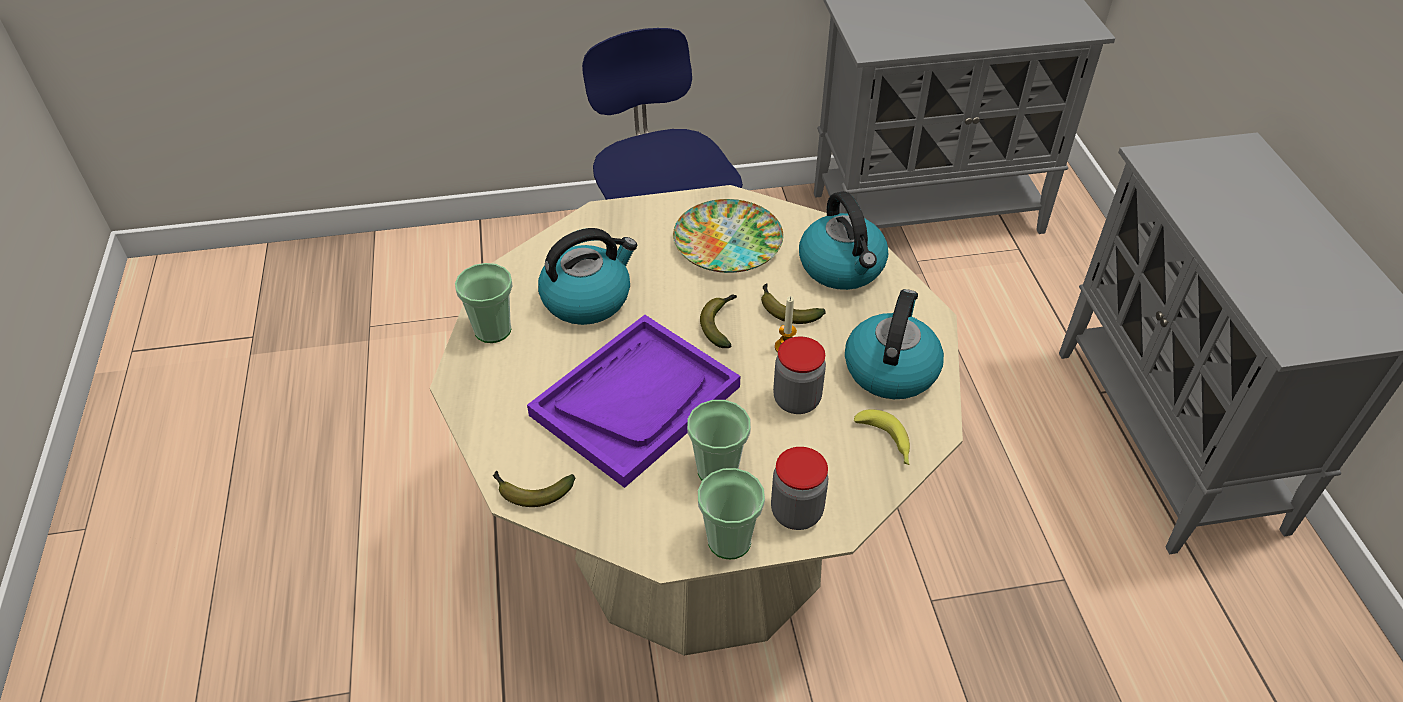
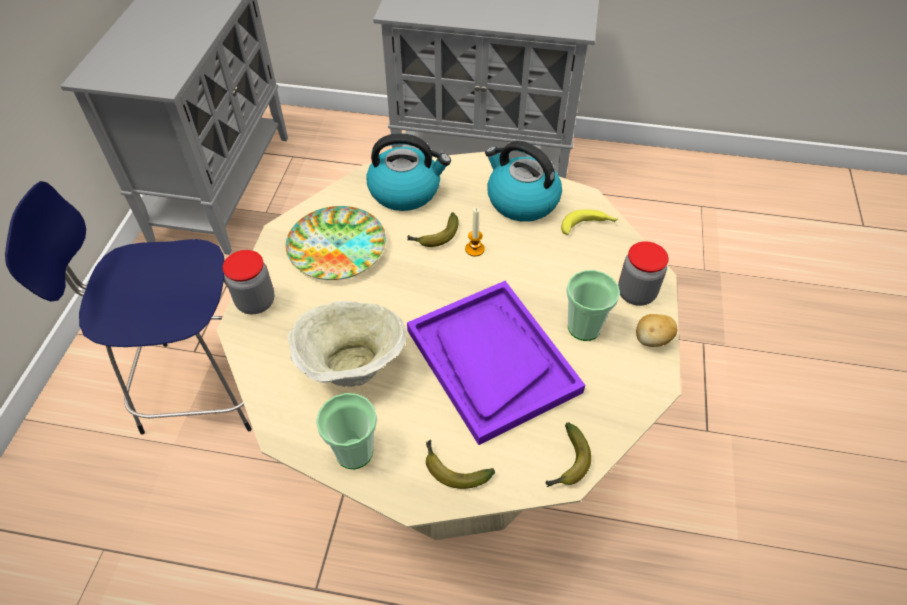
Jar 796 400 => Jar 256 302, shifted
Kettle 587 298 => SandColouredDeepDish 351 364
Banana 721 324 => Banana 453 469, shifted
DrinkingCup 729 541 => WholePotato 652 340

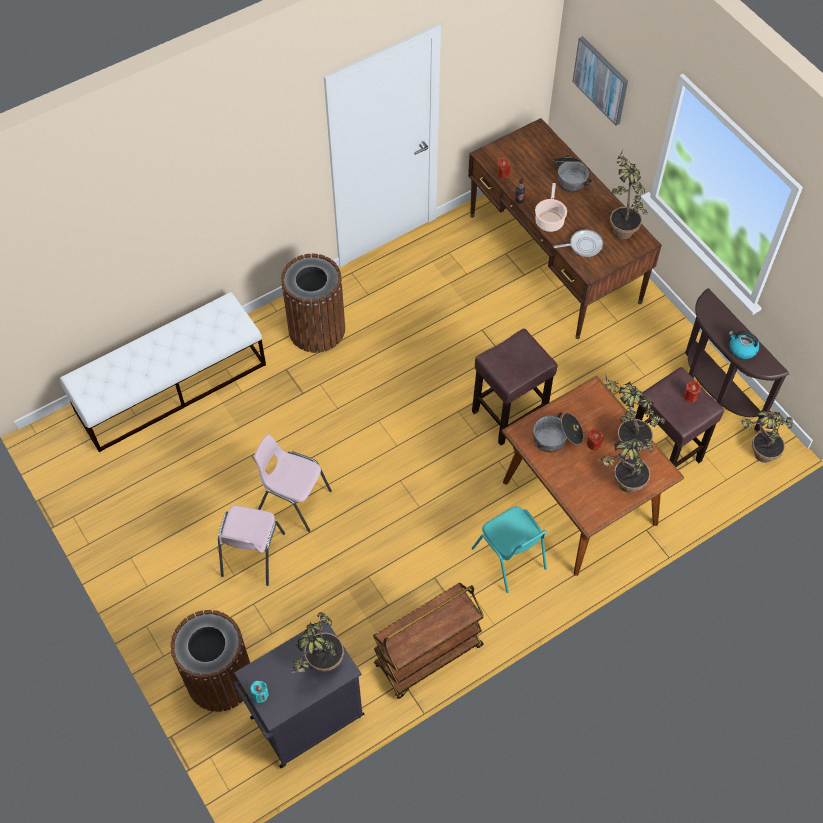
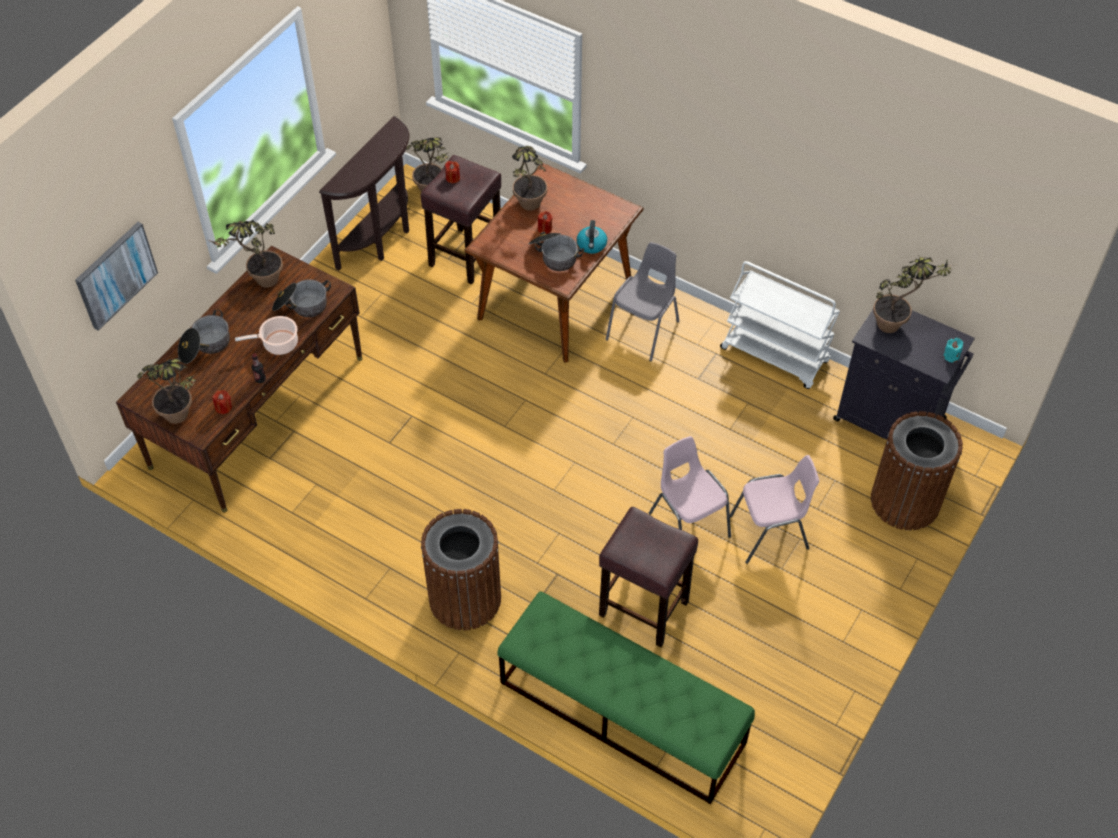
Houseplant 621 487 => Houseplant 182 419, shifted
FryingPan 583 245 => Stockpot 301 305
WhitishBench 171 387 => GreenBench 621 712
Kettle 742 349 => Kettle 592 245, shifted
BrownSittingStool 510 413 => BrownSittingStool 642 608, shifted
BlueGreenUprightChair 509 559 => GrayUprightChair 644 330
PinkUprightChair 294 500 => PinkUprightChair 688 524, 150 degrees clockwise
BrownWheeledCart 428 656 => WhitishWheeledCart 775 355

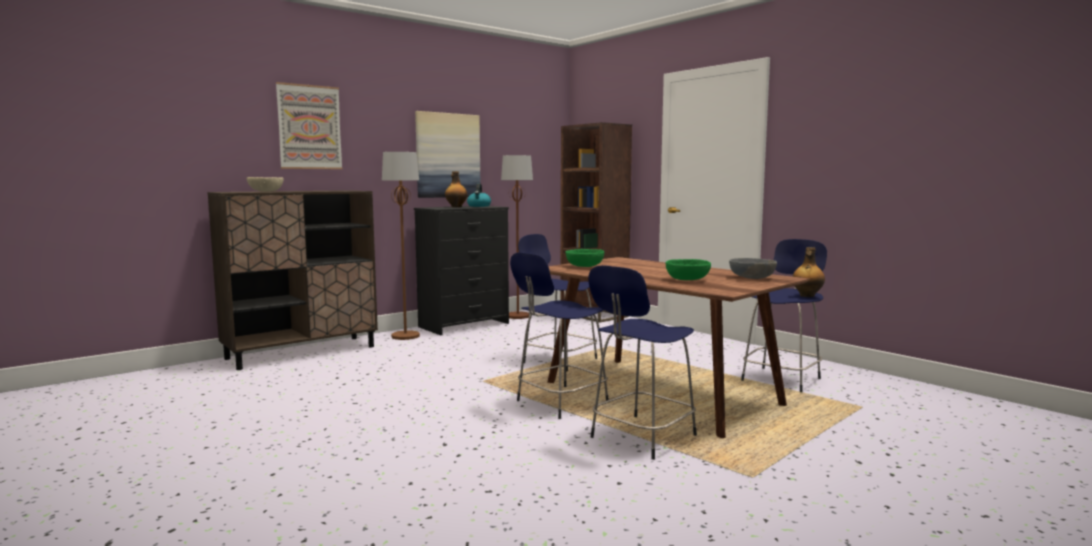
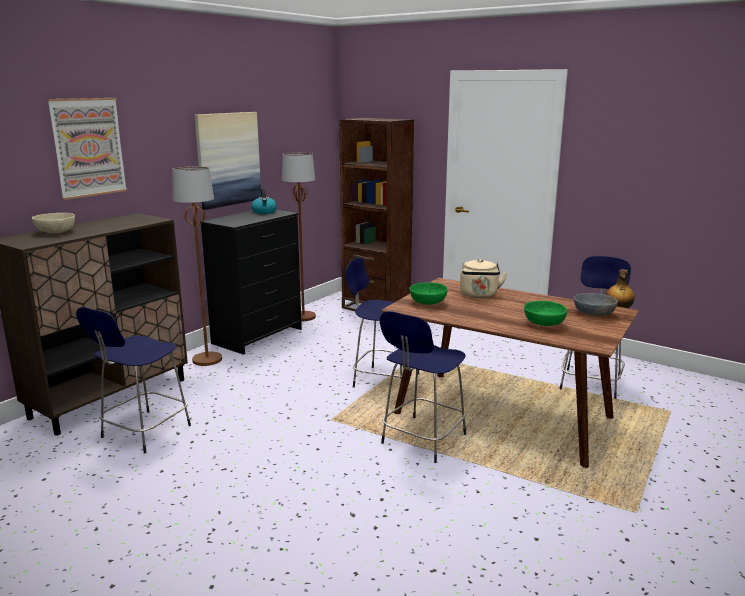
BlueSittingStool 641 438 => BlueSittingStool 144 433, shifted
nothing => SandColouredKettle 479 295
BeverageBottle 456 207 => nothing

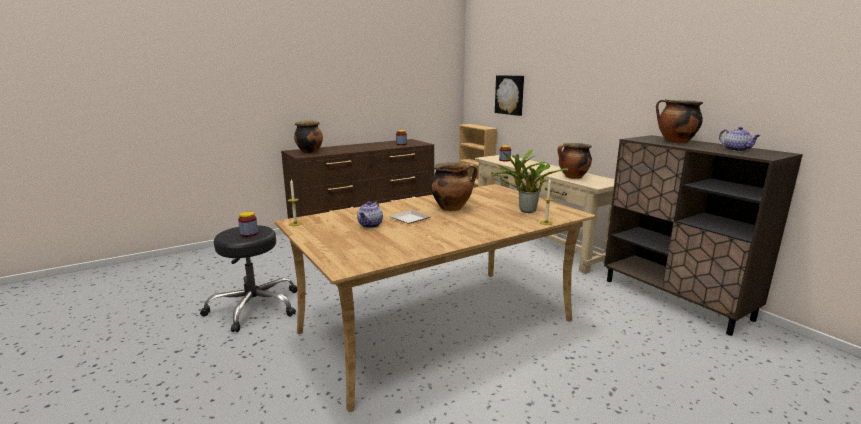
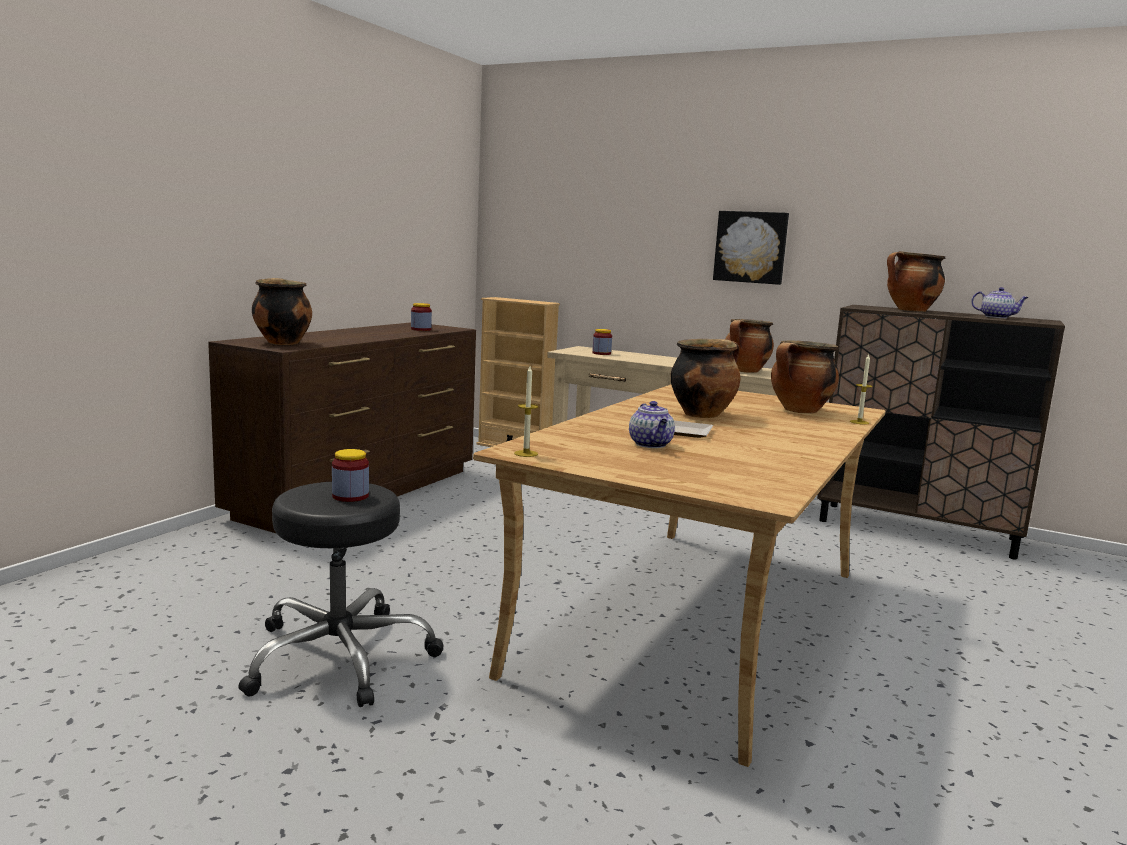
Picture 510 95 => Picture 751 247, shifted
Houseplant 525 211 => Stockpot 799 411

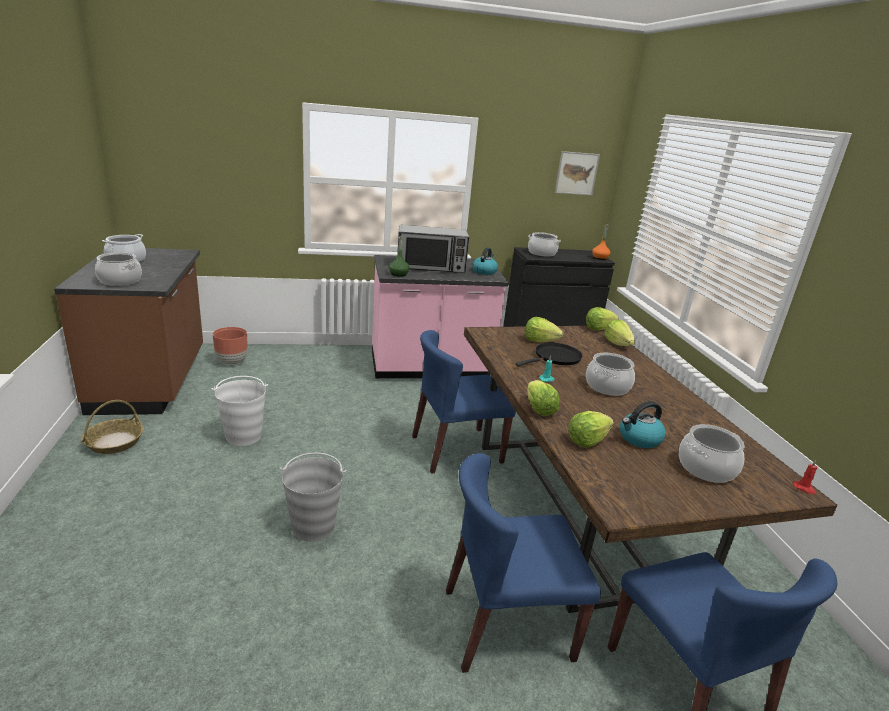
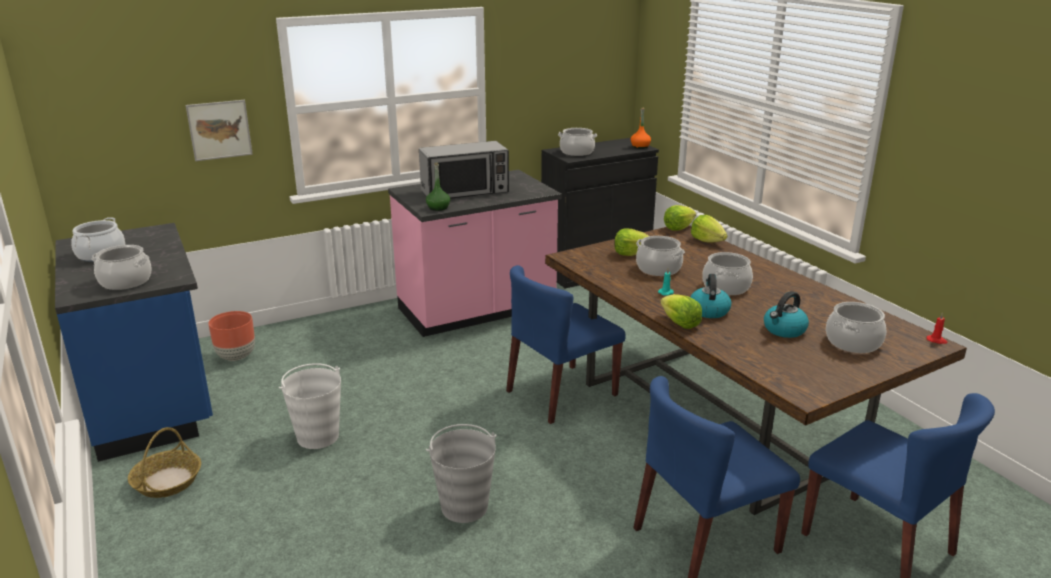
BrownCounter 152 381 => BlueCounter 153 402
Picture 576 173 => Picture 219 130, shifted
BlackColouredFryingPan 555 358 => Stockpot 659 269
Kettle 484 271 => Kettle 708 310, shifted
Lettuce 587 441 => nothing

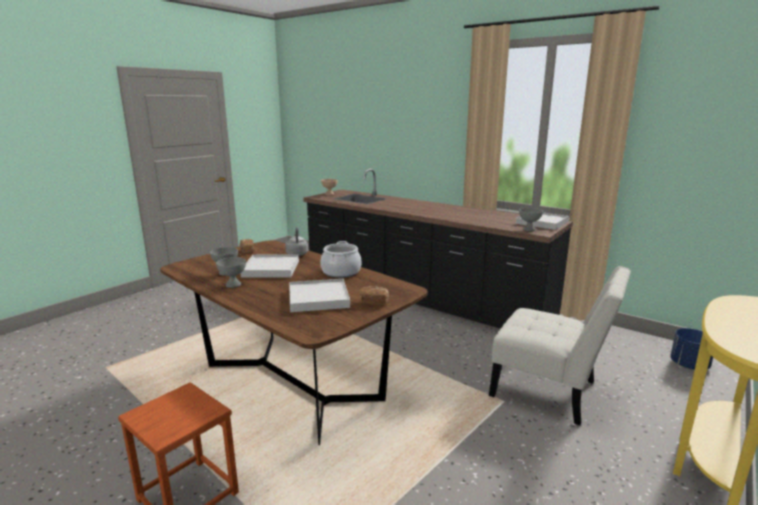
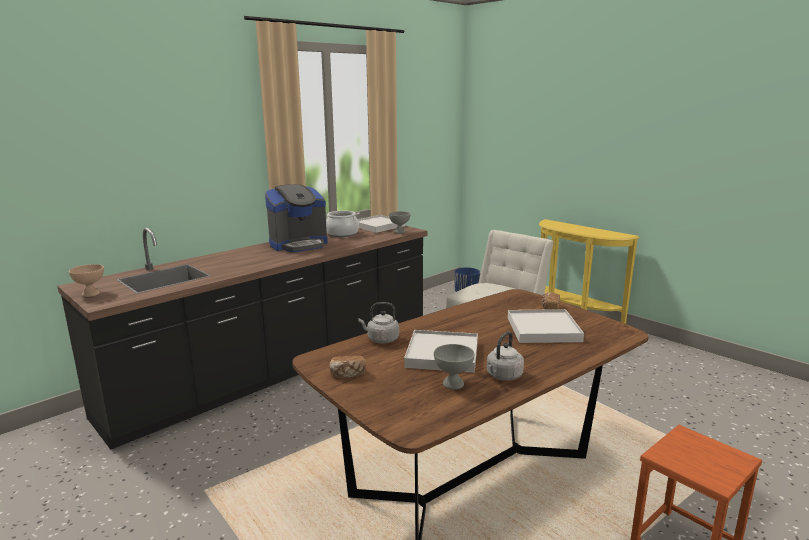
nothing => CoffeeBrewer 299 244
Stockpot 341 272 => Stockpot 342 234, shifted
GrayDeepDish 232 285 => GrayKettle 503 376

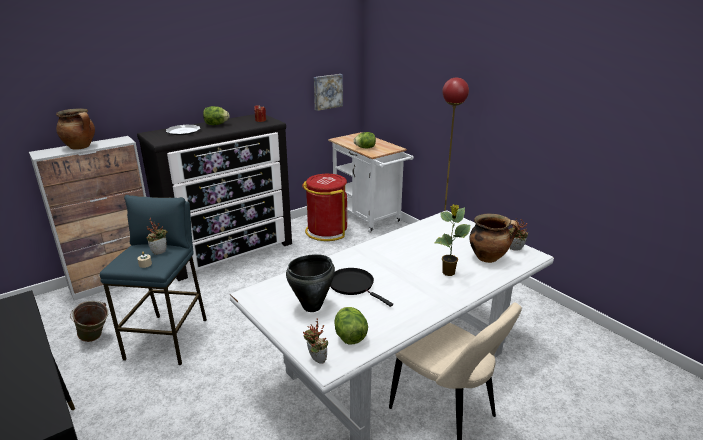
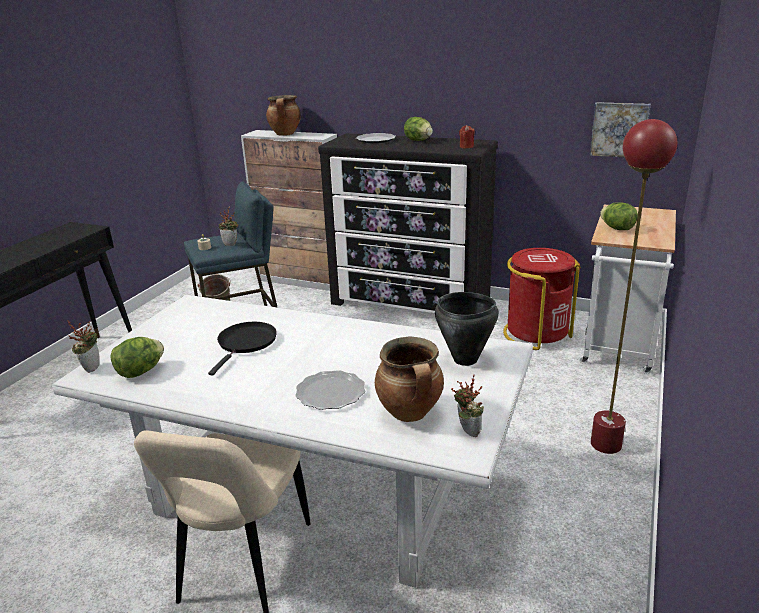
Houseplant 448 273 => FlatDish 331 393
BlackColouredStockpot 312 307 => BlackColouredStockpot 465 360, shifted

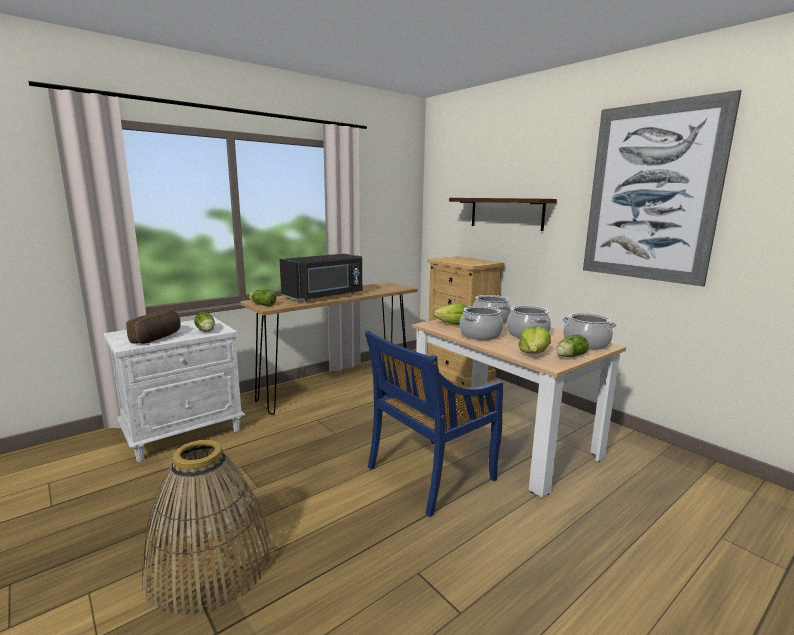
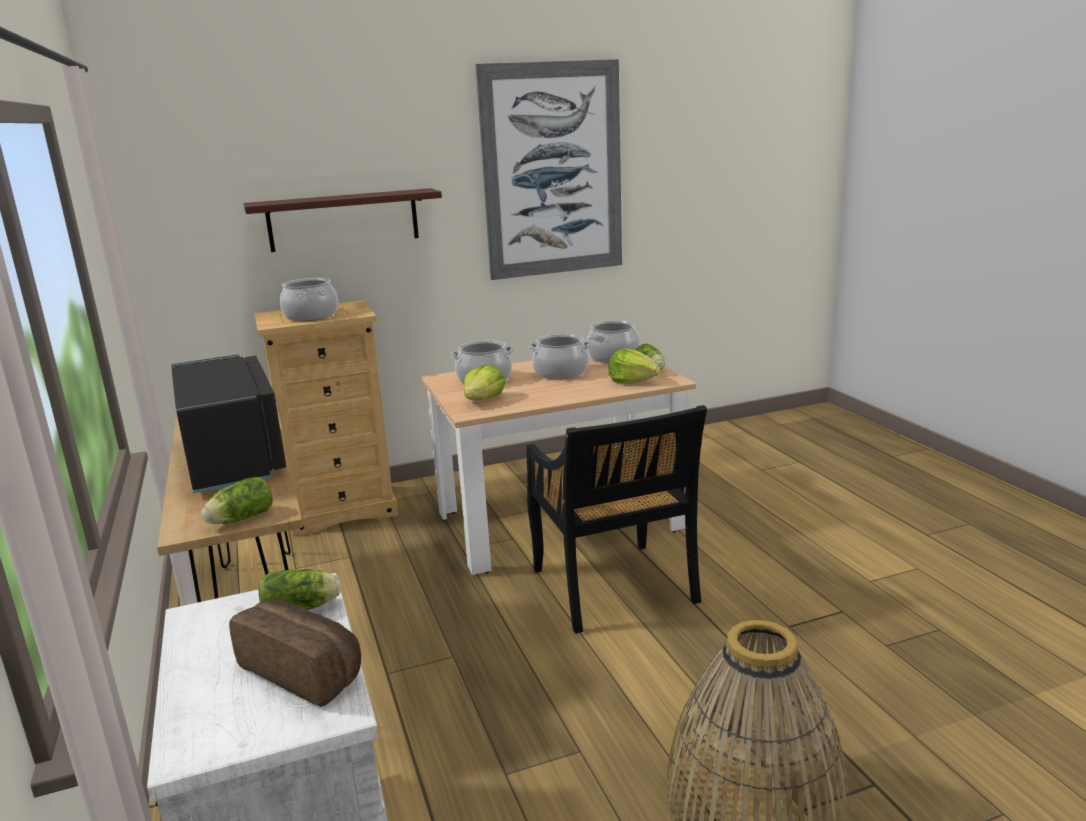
Stockpot 480 335 => Stockpot 311 316, shifted
BlueUprightChair 429 475 => BlackColouredUprightChair 614 588

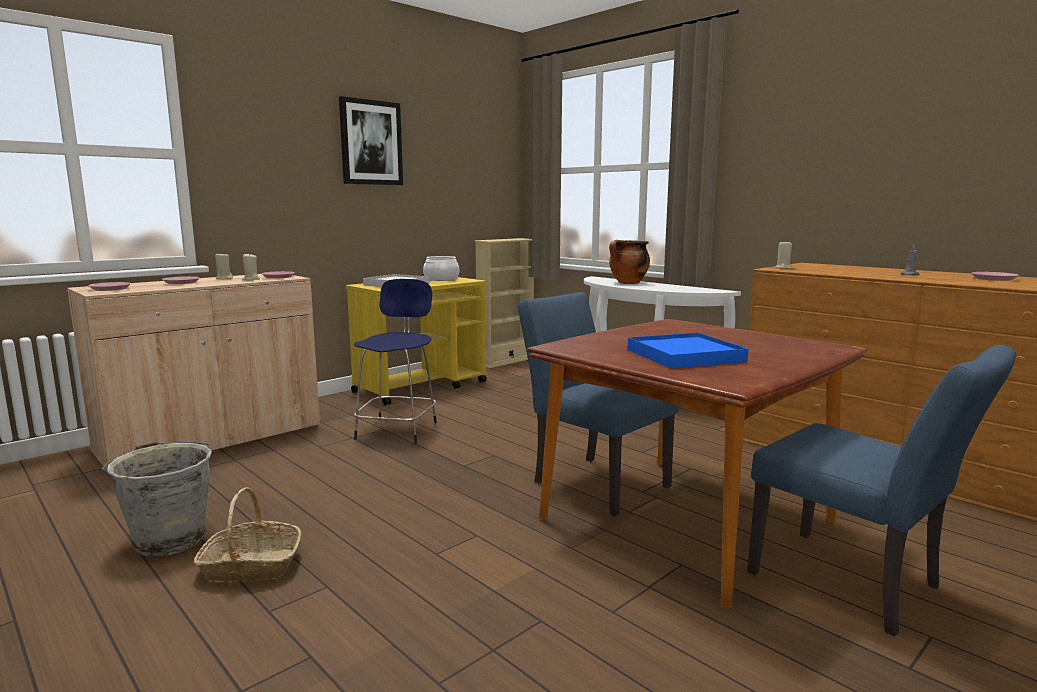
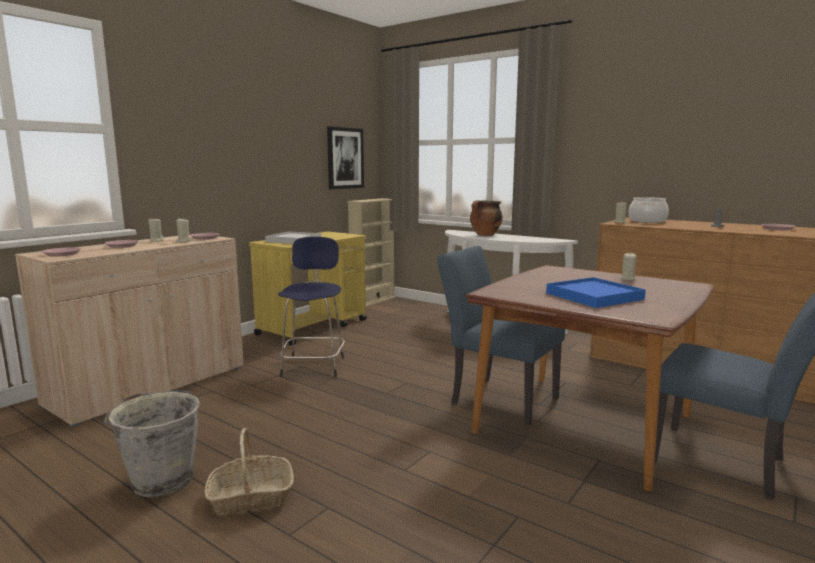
Picture 371 143 => Picture 345 158, shifted
nothing => SandColouredWaxLight 627 279
Stockpot 441 279 => Stockpot 647 221, shifted

